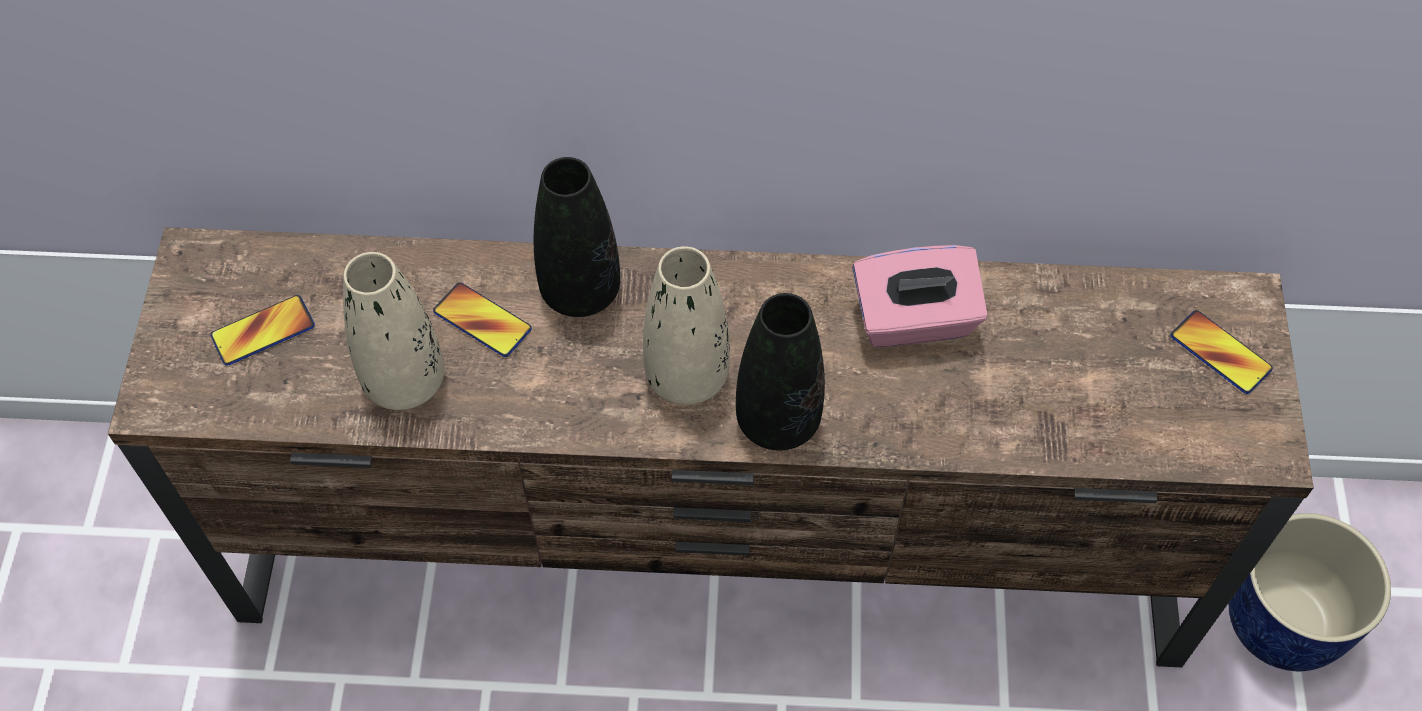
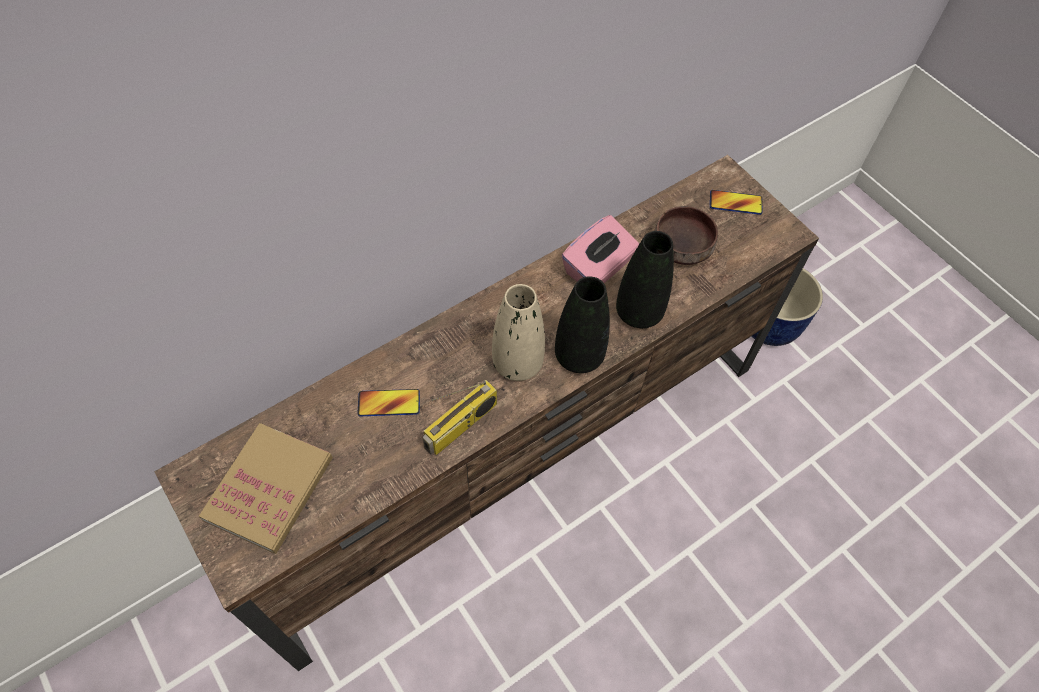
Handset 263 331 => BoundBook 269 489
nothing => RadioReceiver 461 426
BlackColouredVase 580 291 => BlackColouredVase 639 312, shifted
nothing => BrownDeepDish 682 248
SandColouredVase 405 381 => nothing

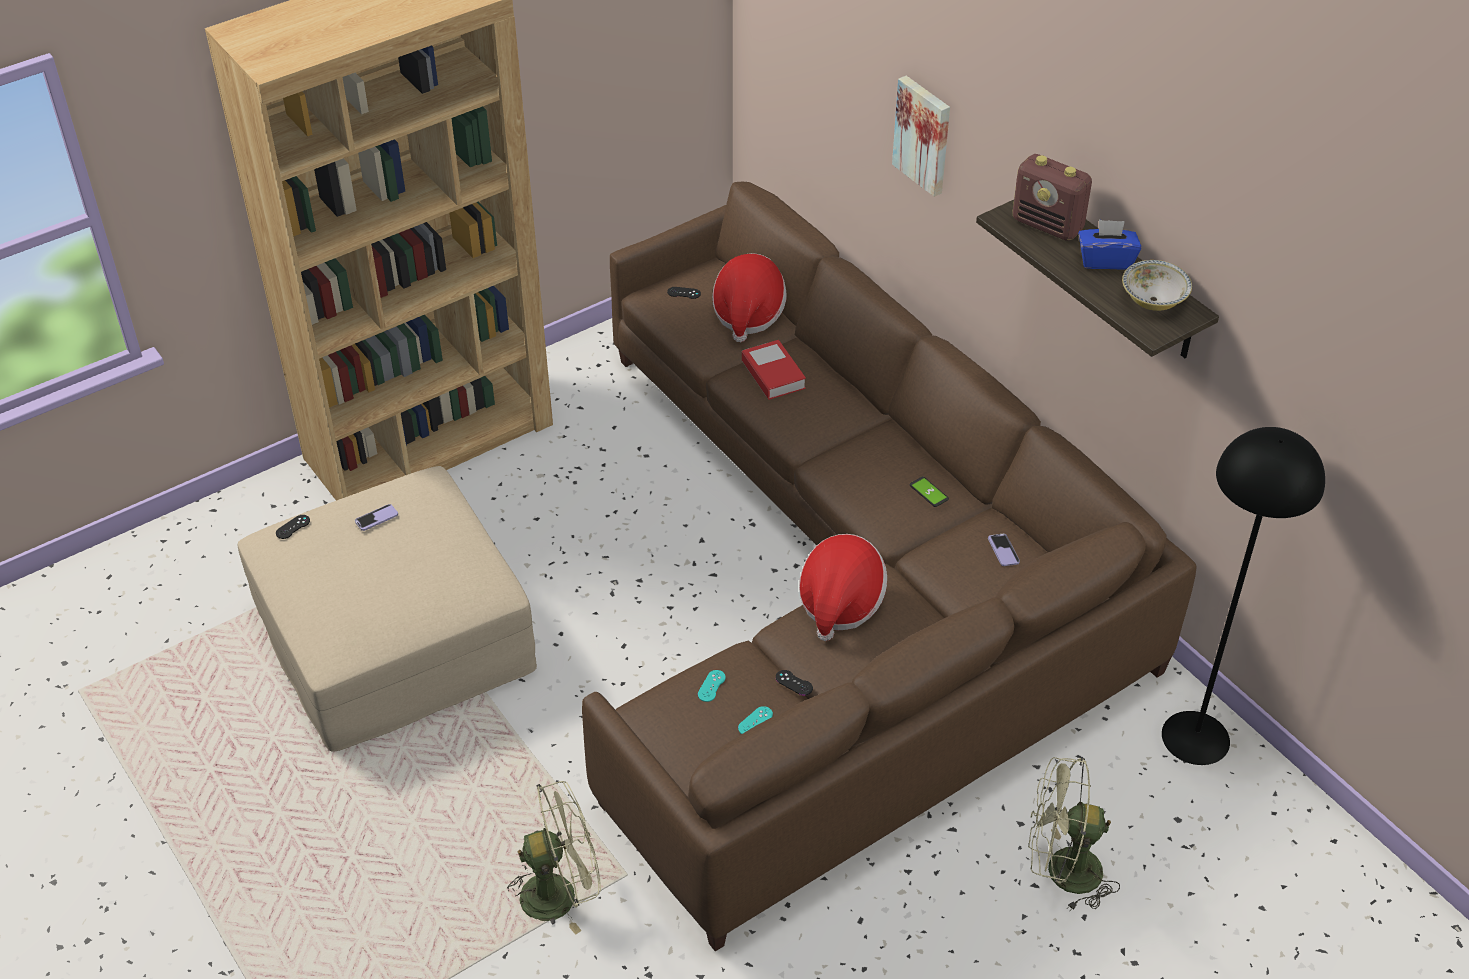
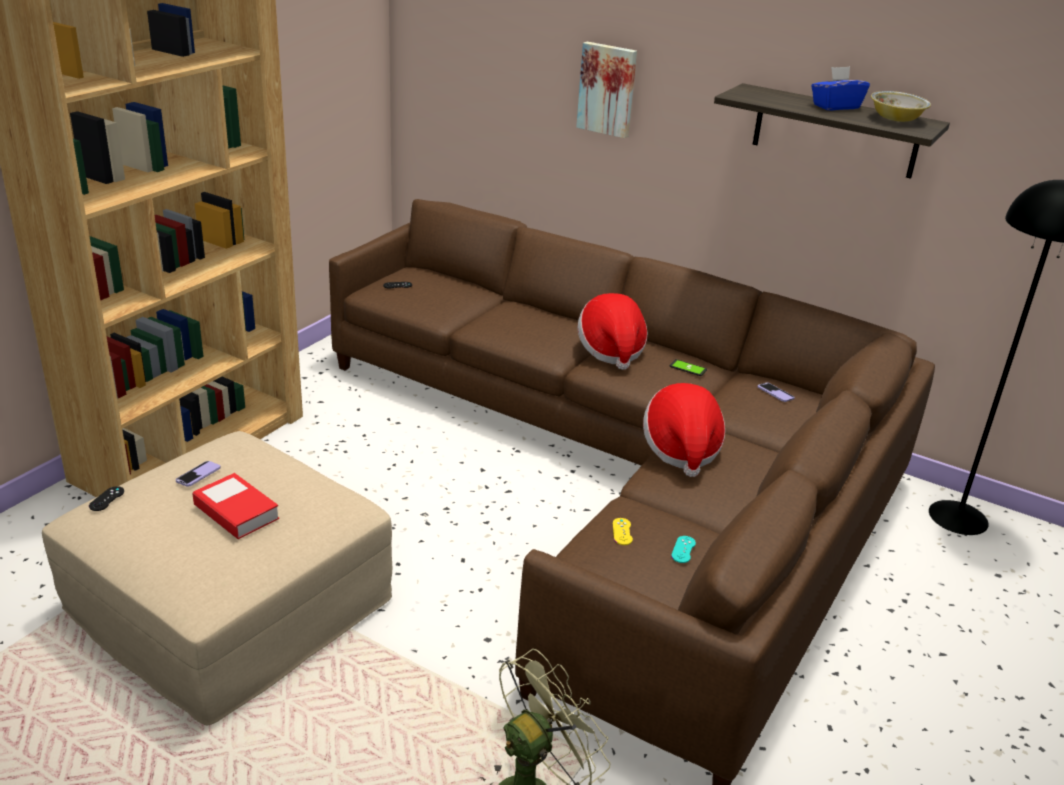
BoundBook 773 374 => BoundBook 236 512, shifted
WearableHat 748 314 => WearableHat 611 350, shifted
BlueGreenGameController 711 686 => YellowishGameController 622 531
BlackColouredGameController 794 683 => nothing
RadioReceiver 1048 225 => nothing
GreenElectricFan 1061 872 => nothing

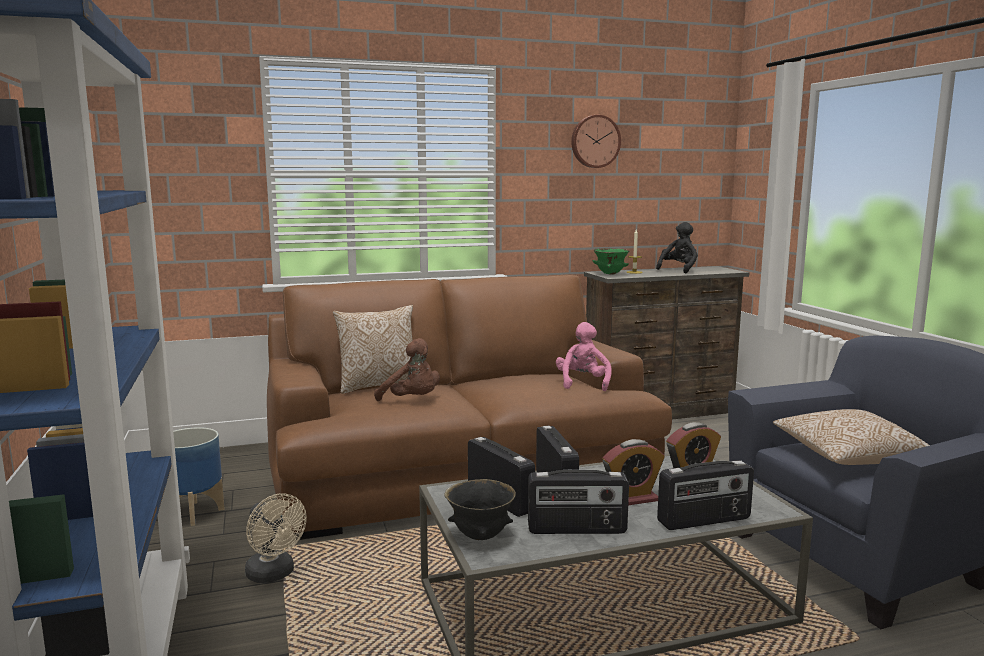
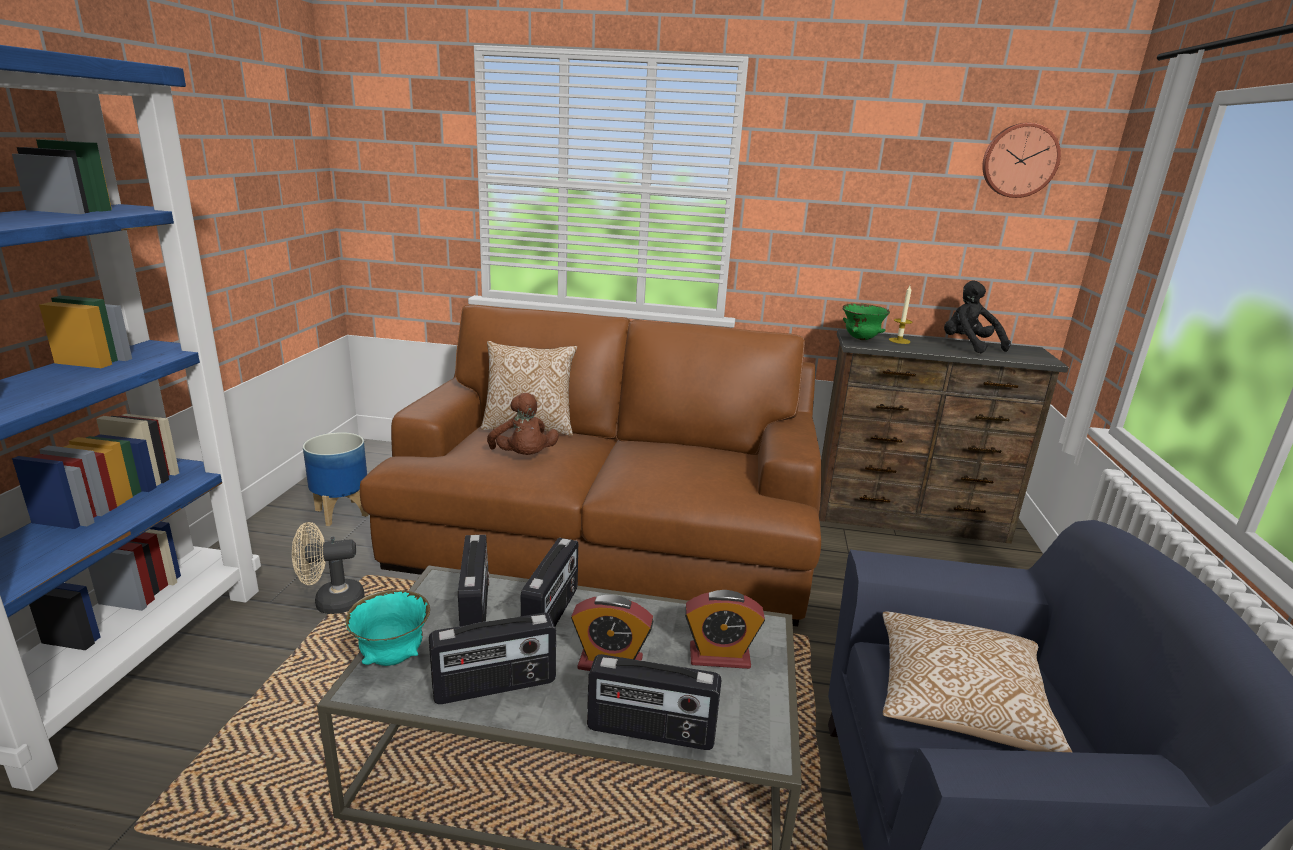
SandColouredElectricFan 274 575 => SandColouredElectricFan 331 602, 90 degrees clockwise
BlackColouredDeepDish 480 536 => BlueGreenDeepDish 393 657
RadioReceiver 577 530 => RadioReceiver 495 686, 45 degrees counterclockwise
BlackColouredCuddlyToy 678 270 => BlackColouredCuddlyToy 968 346, 90 degrees counterclockwise
HangingClock 594 141 => HangingClock 1019 160, shifted
PinkCuddlyToy 582 383 => nothing

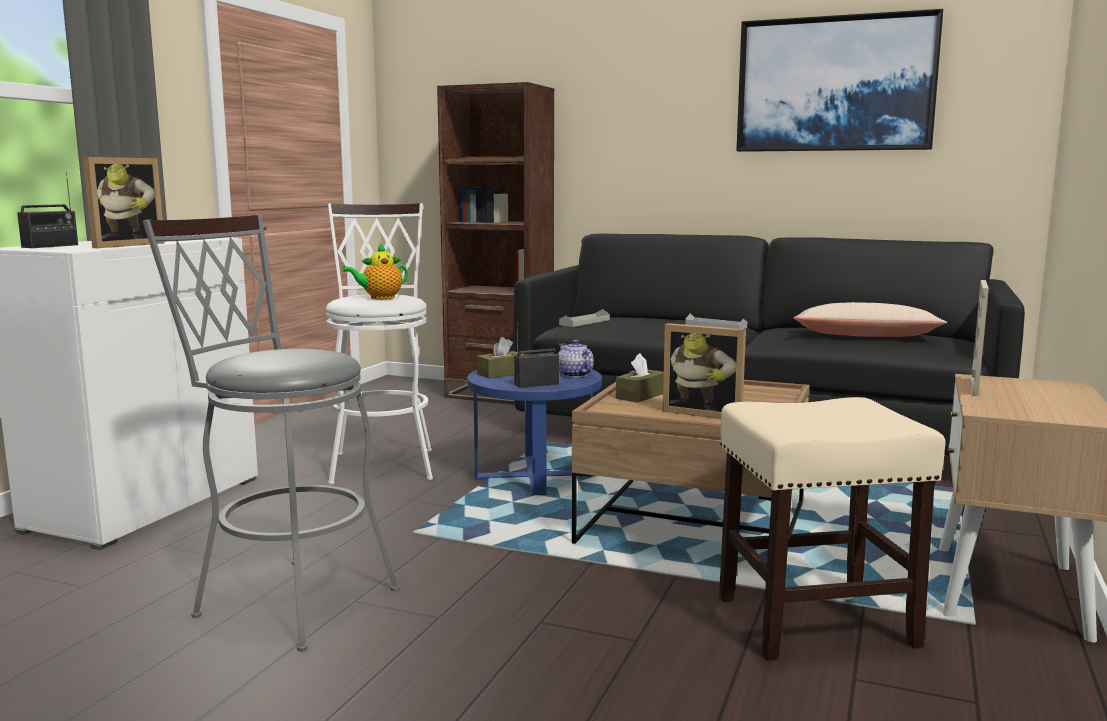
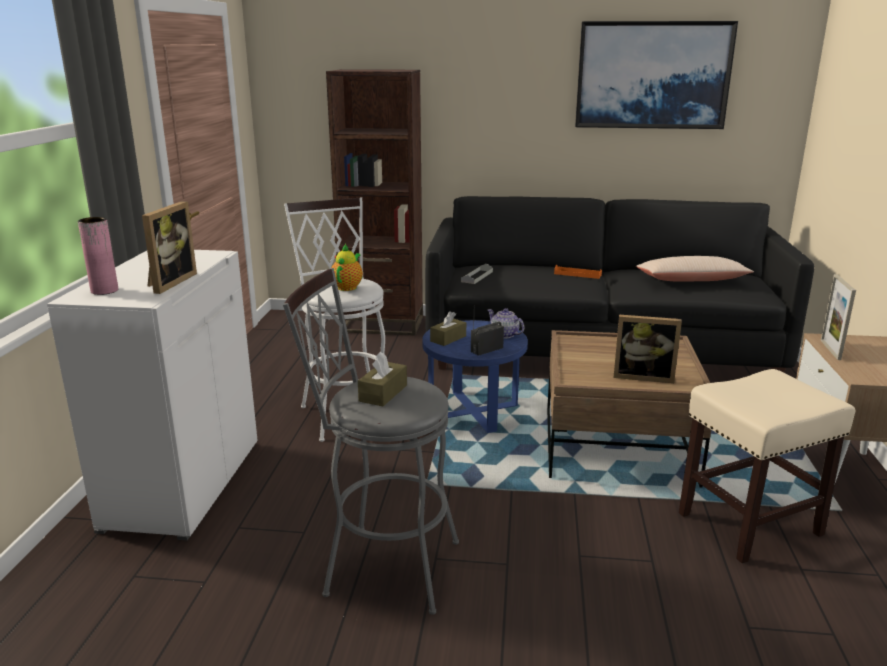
RadioReceiver 50 246 => PinkVase 104 291
TeaPot 379 298 => TeaPot 348 287, 150 degrees clockwise
BrownTissueBox 640 395 => BrownTissueBox 383 393, shifted
GrayServingTray 715 326 => OrangeyServingTray 577 274

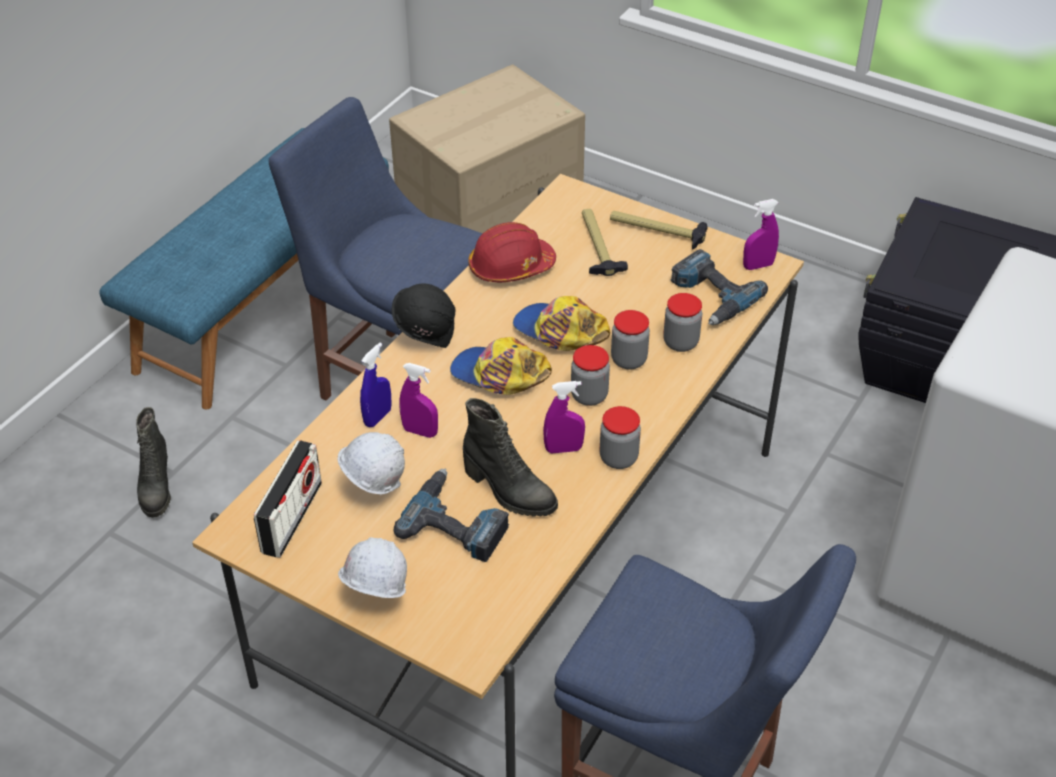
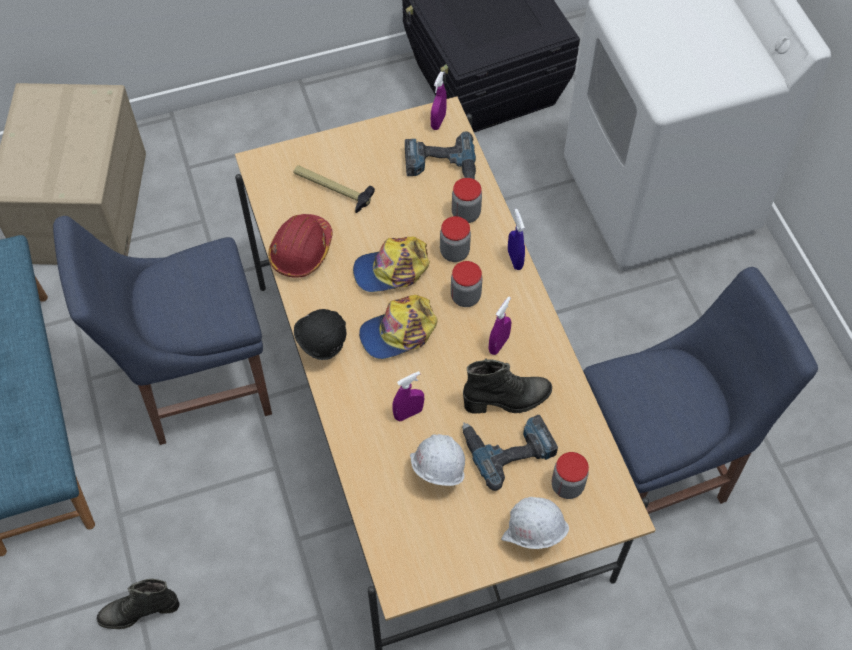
BlackColouredHighTopBoot 156 488 => BlackColouredHighTopBoot 140 611, 135 degrees clockwise
BlueHandSprayer 377 417 => BlueHandSprayer 515 260, shifted
Jar 618 458 => Jar 567 486, shifted
RadioReceiver 292 517 => nothing
Hammer 657 232 => nothing

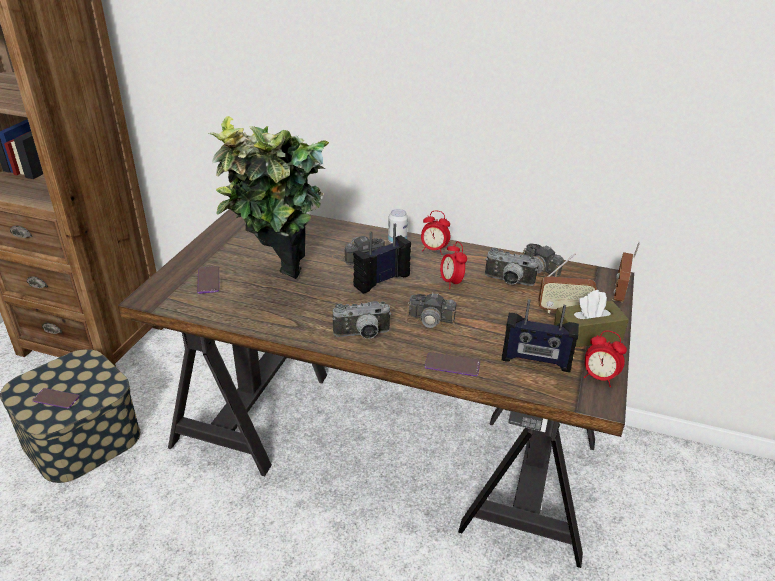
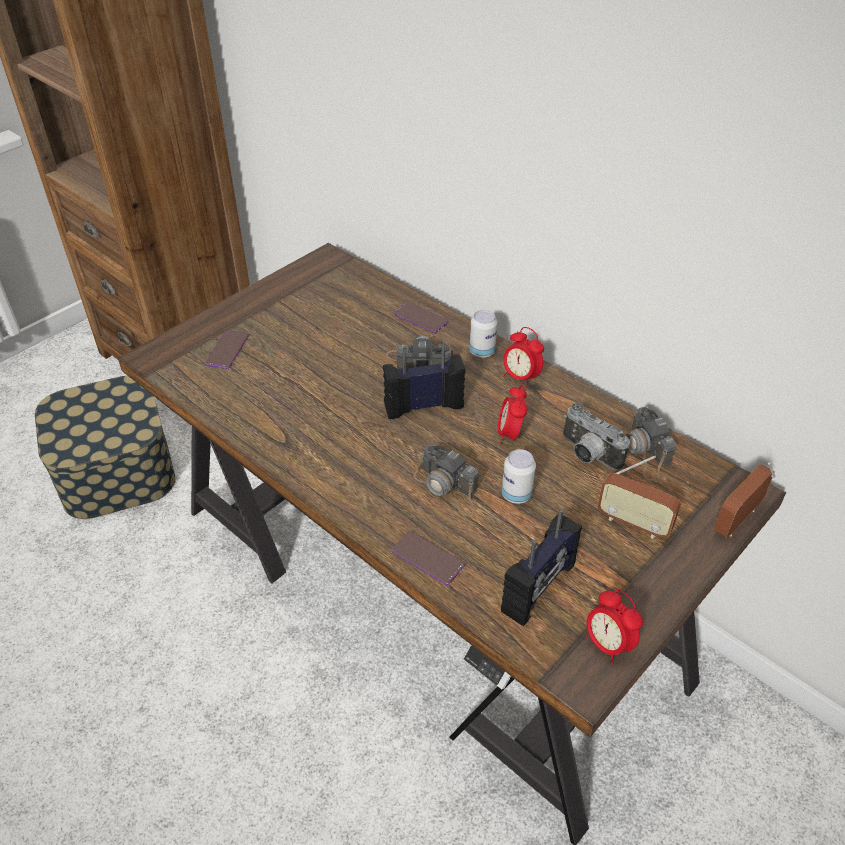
Handset 56 399 => Handset 420 318, shifted
RadioReceiver 536 361 => RadioReceiver 539 588, 90 degrees counterclockwise
nothing => Can 516 495
Houseplant 279 289 => nothing
StillCamera 362 335 => nothing
BrownTissueBox 587 335 => nothing

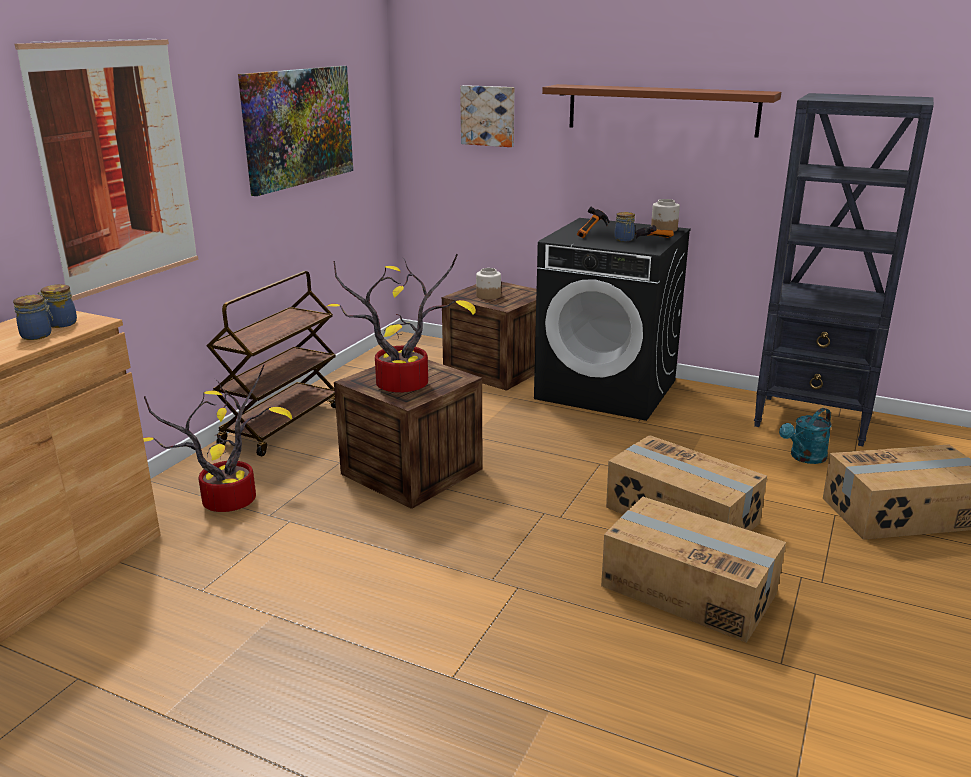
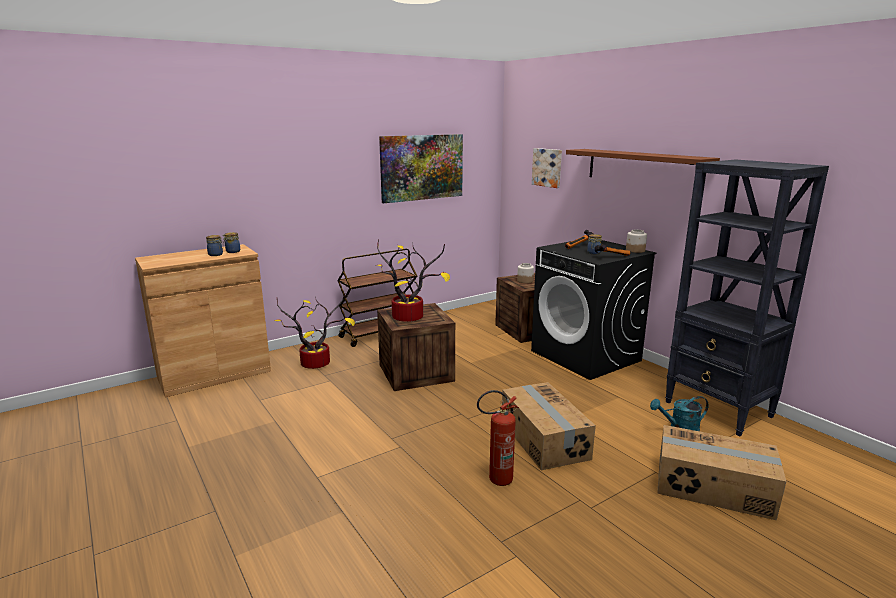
Carton 688 589 => FireExtinguisher 495 481
Picture 117 165 => nothing

